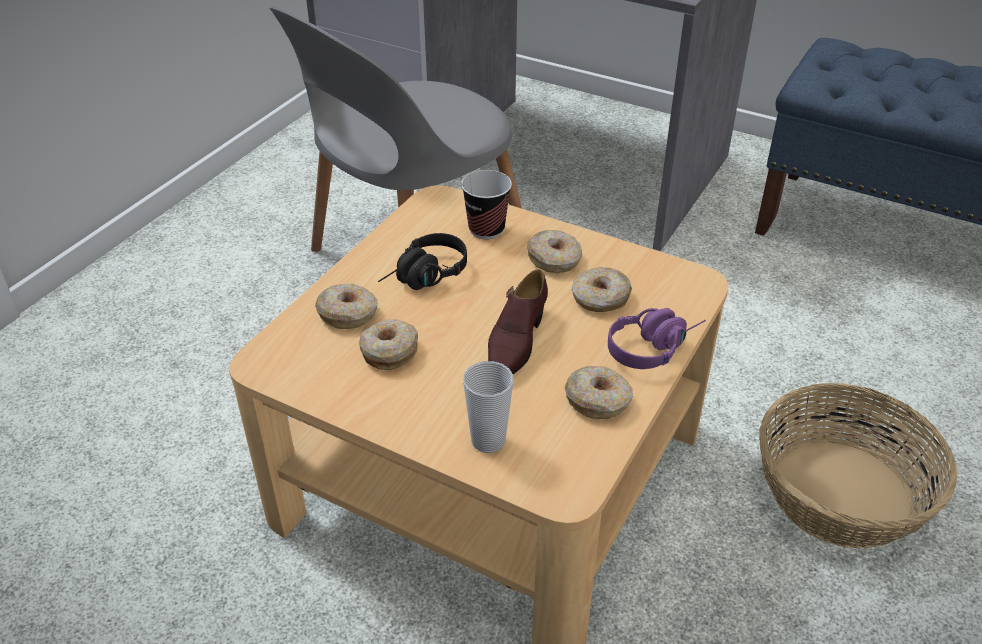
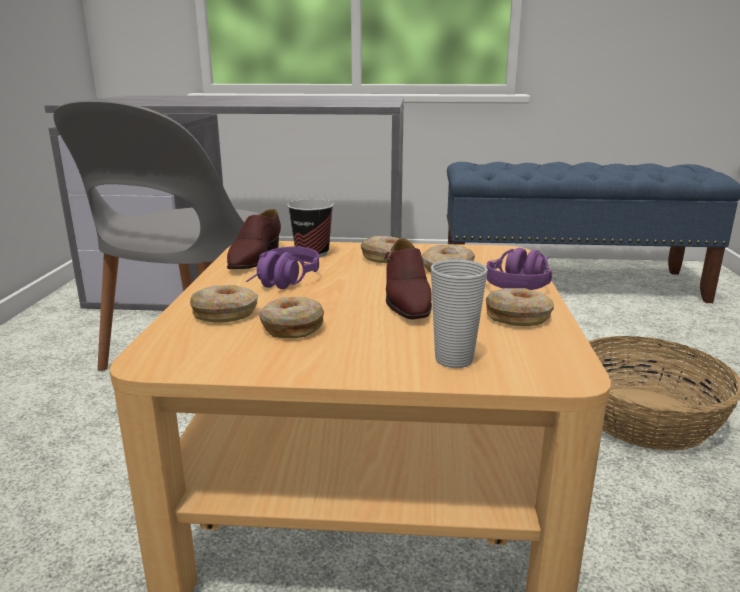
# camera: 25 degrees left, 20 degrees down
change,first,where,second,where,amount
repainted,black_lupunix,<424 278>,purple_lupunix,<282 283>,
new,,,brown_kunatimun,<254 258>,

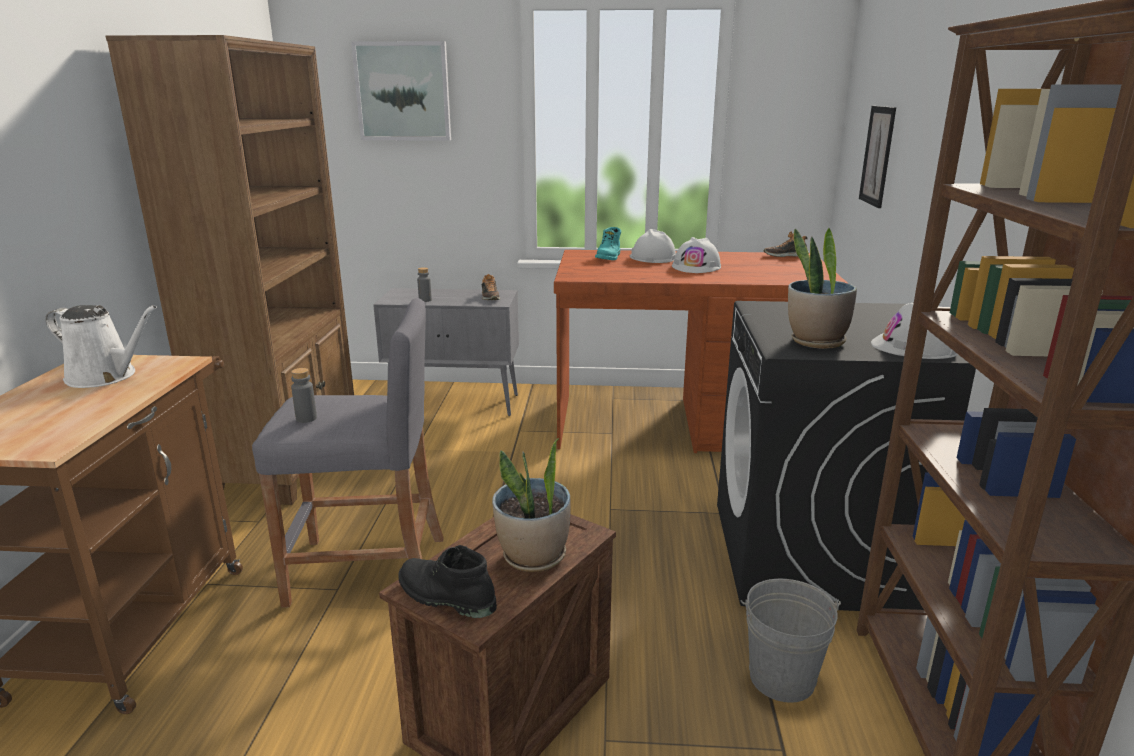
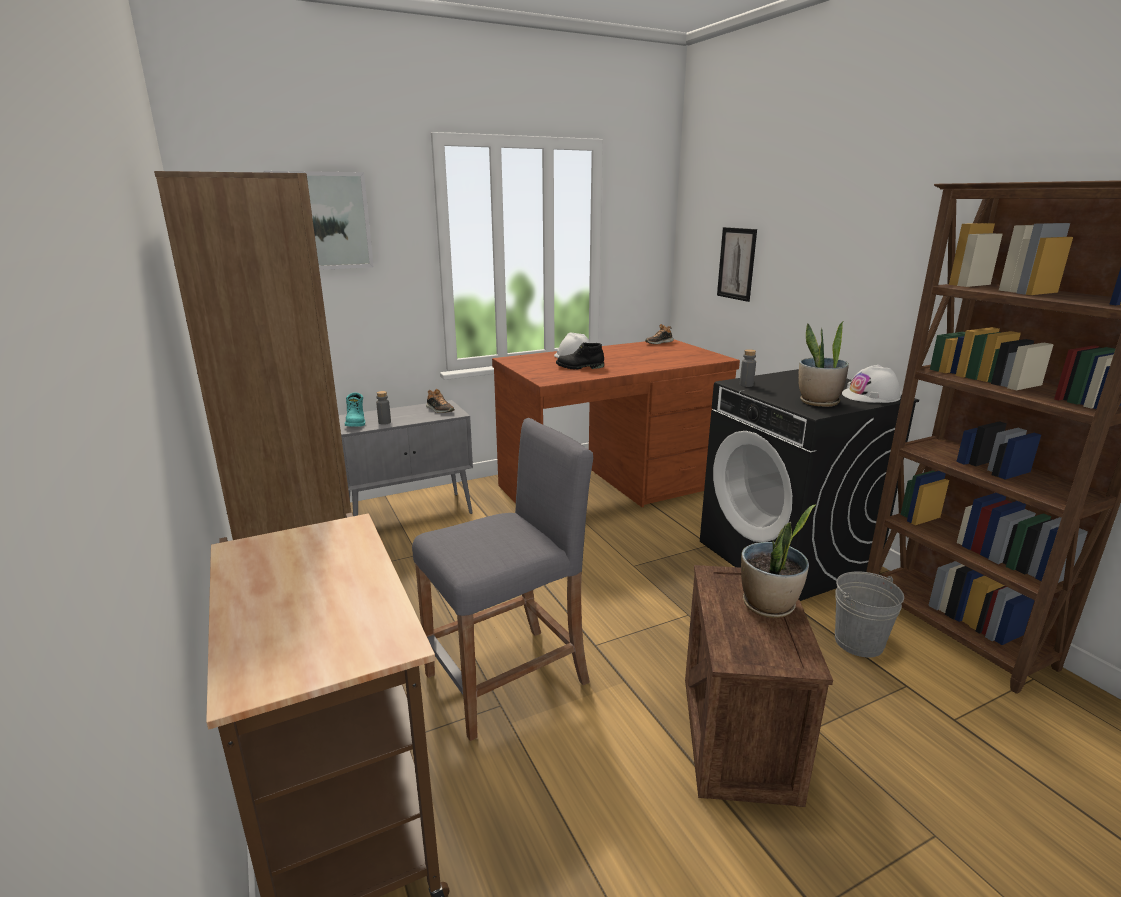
# camera: 30 degrees left, 0 degrees up
change,first,where,second,where,amount
gone,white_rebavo,<106 377>,,,
shifted,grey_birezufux,<306 418>,,<746 385>,
shifted,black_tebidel,<445 597>,,<580 367>,
shifted,turquoise_tebidel,<609 257>,,<356 422>,
gone,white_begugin,<696 267>,,,

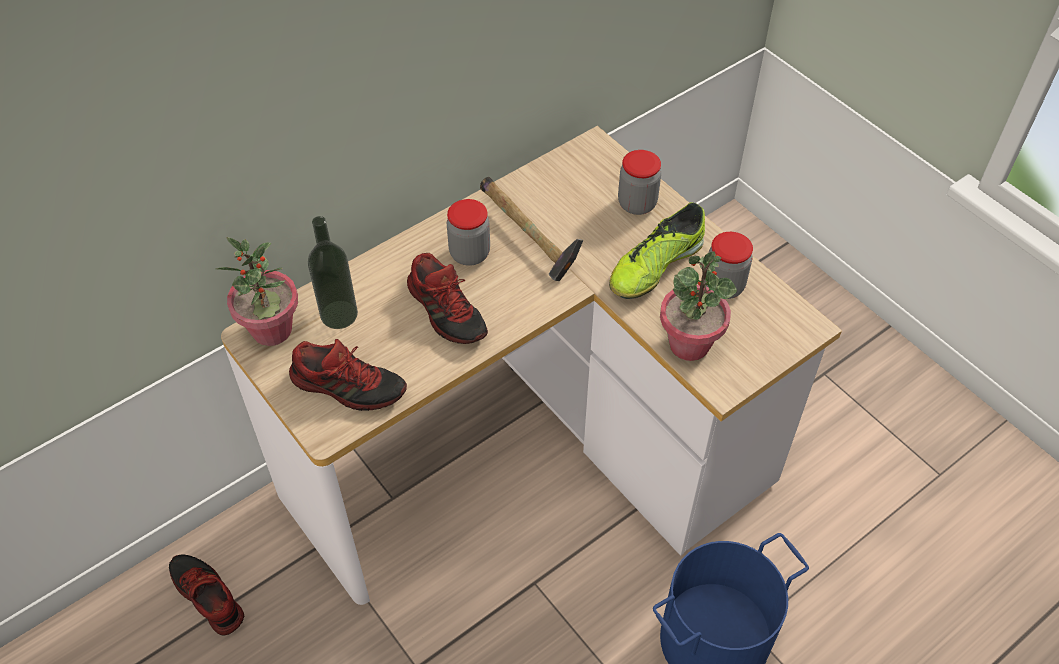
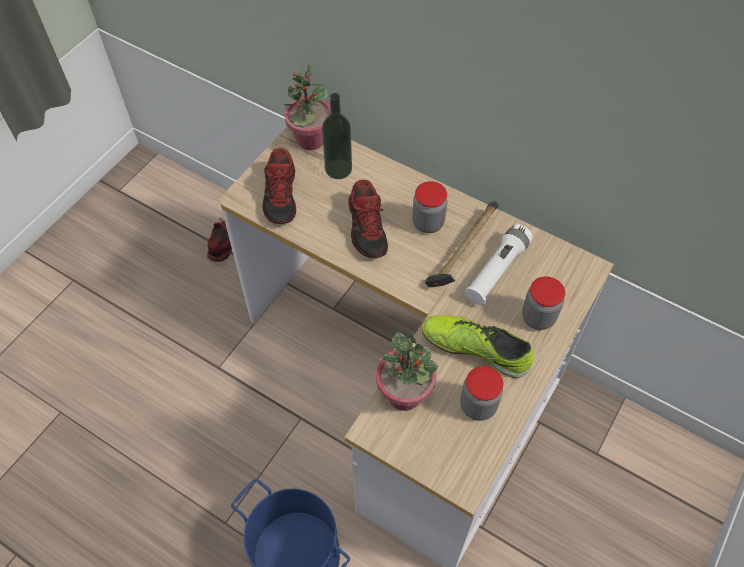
# camera: 70 degrees right, 5 degrees up
change,first,where,second,where,amount
rotated,kunatimun,<448 311>,,<368 228>,45 degrees counterclockwise
new,,,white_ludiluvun,<496 271>,

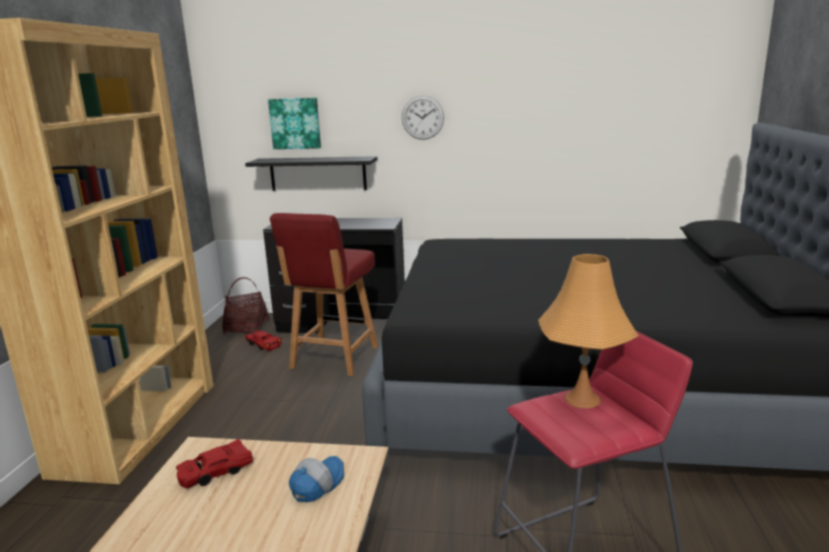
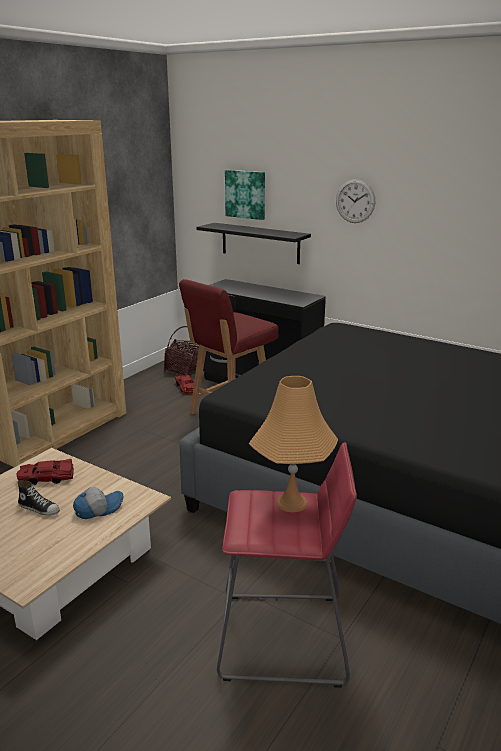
# camera: 25 degrees right, 5 degrees up
change,first,where,second,where,amount
new,,,kunatimun,<39 508>,

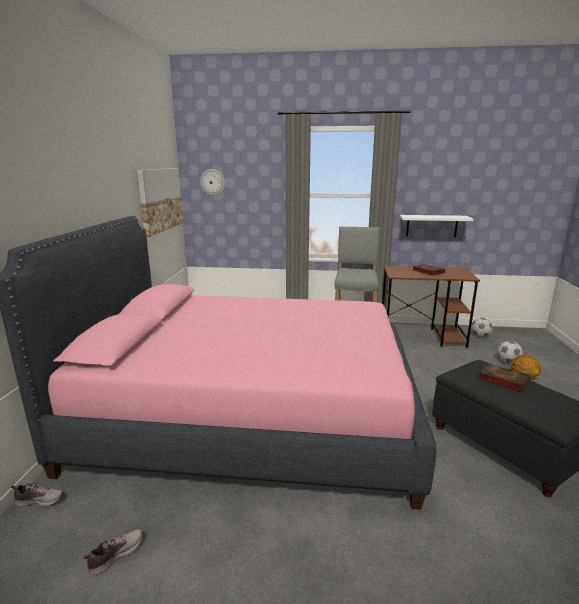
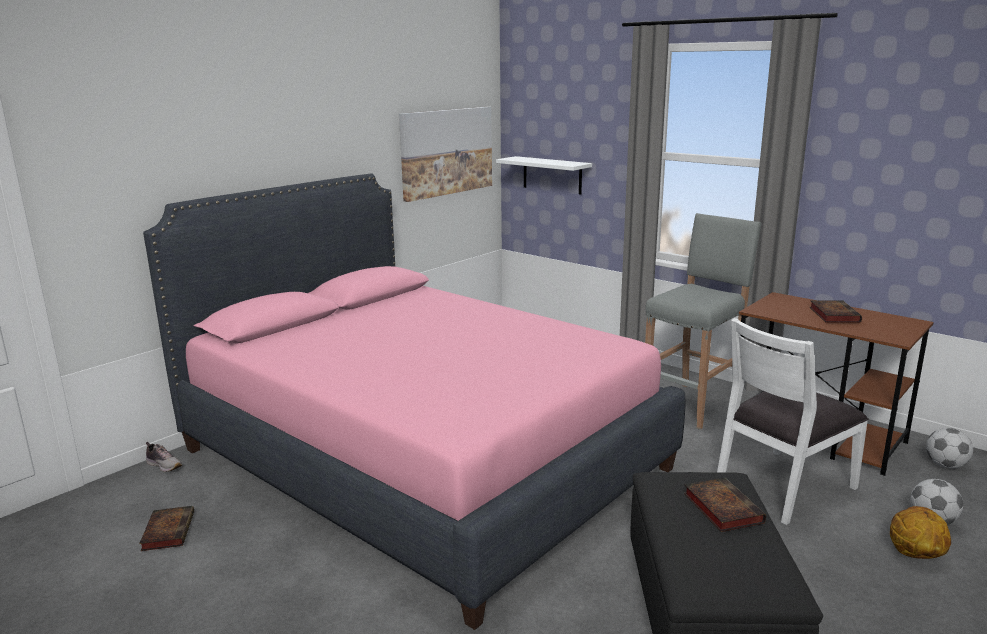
# camera: 35 degrees right, 0 degrees up
change,first,where,second,where,amount
swapped,kunatimun,<115 555>,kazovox,<168 531>,
gone,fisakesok,<212 182>,,,
shifted,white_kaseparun,<431 225>,,<552 175>,
new,,,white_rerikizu,<782 486>,

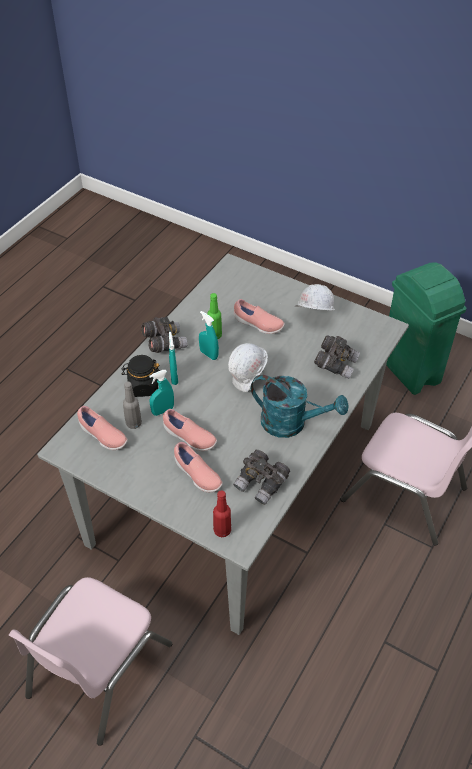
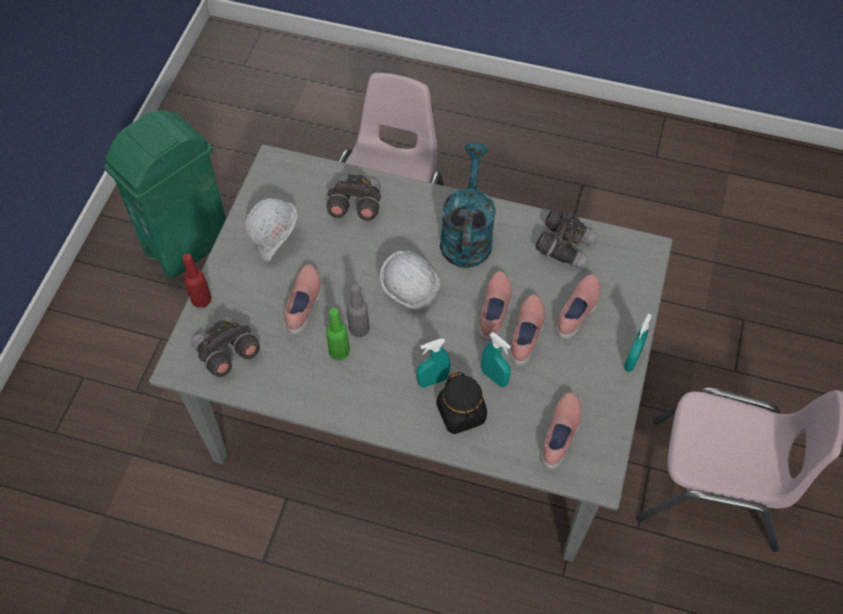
# camera: 105 degrees left, 10 degrees up
change,first,where,second,where,amount
shifted,grey_birezufux,<133 423>,,<359 329>,
shifted,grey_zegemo,<164 343>,,<227 354>,
shifted,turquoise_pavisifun,<209 354>,,<632 360>,
shifted,red_birezufux,<222 530>,,<201 300>,
new,,,pink_kunatimun,<495 311>,

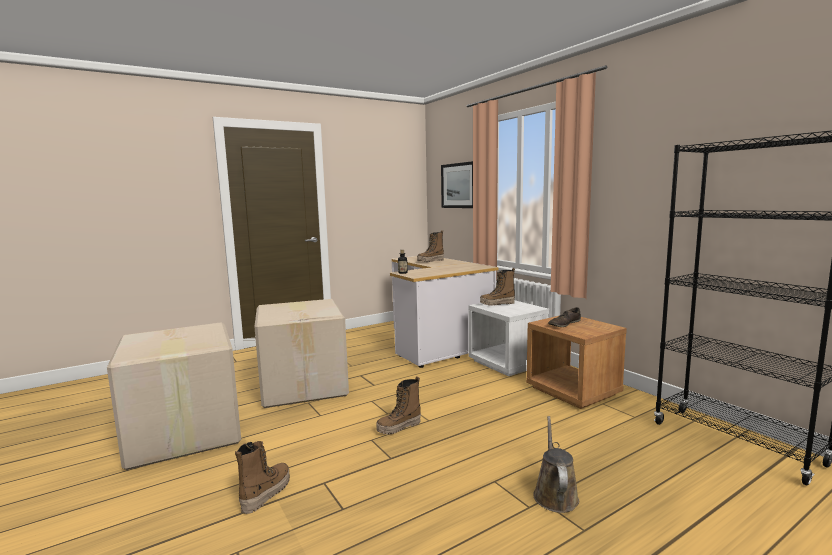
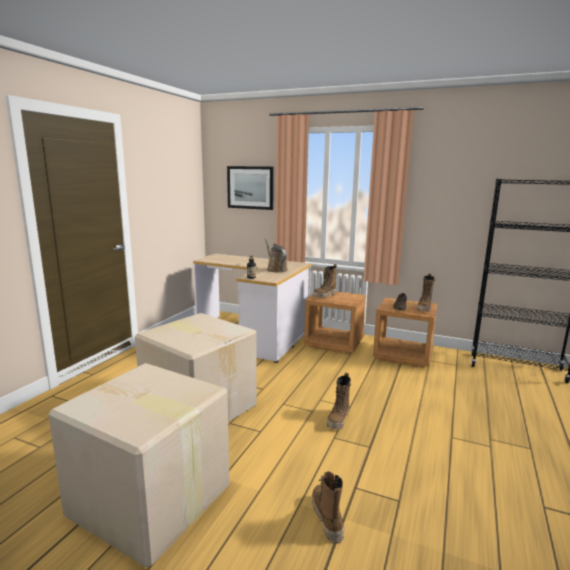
# camera: 35 degrees left, 5 degrees up
change,first,where,second,where,amount
shifted,tebidel,<430 261>,,<424 308>,
repainted,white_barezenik,<507 363>,brown_barezenik,<334 343>,
shifted,brown_rebavo,<555 494>,,<276 269>,

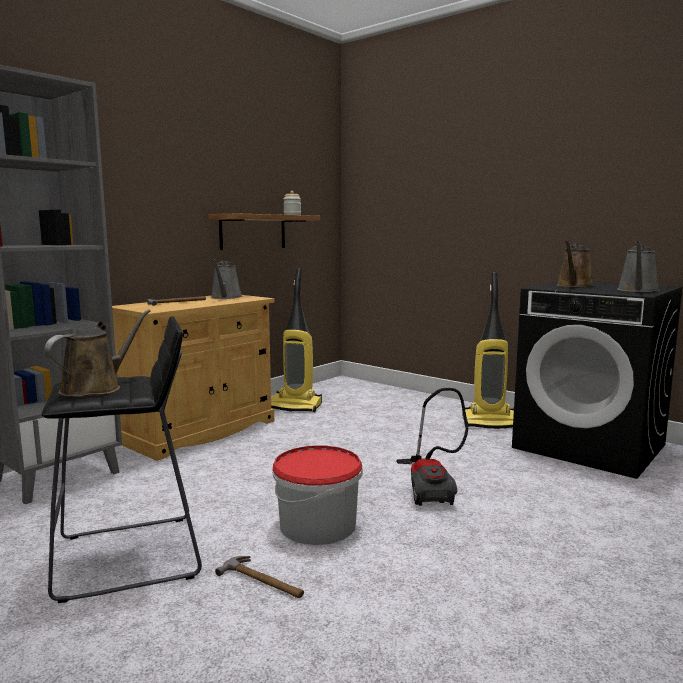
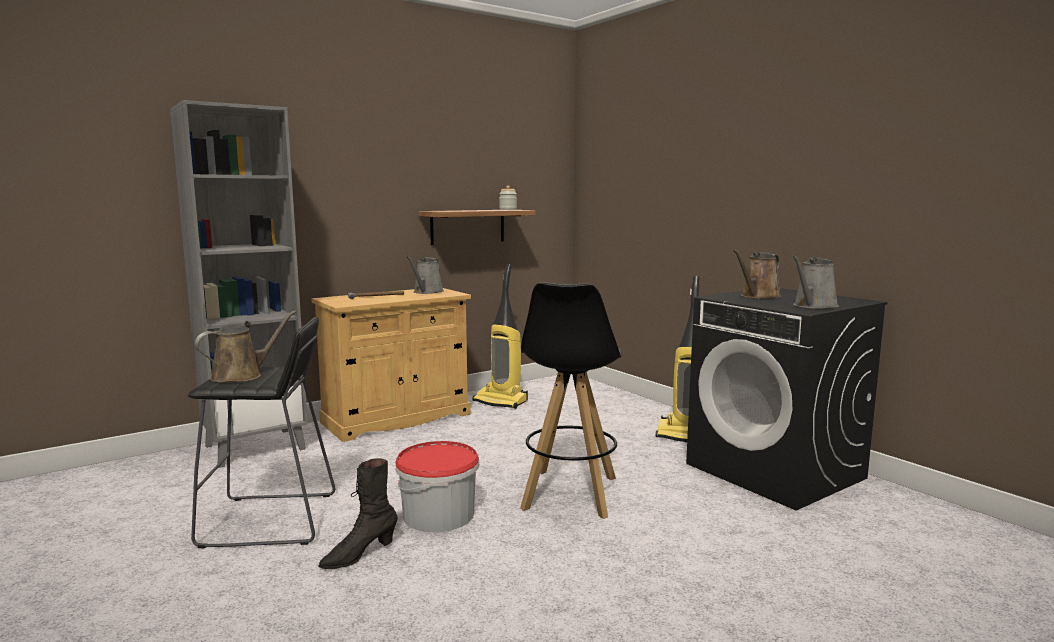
# camera: 15 degrees right, 0 degrees up
change,first,where,second,where,amount
swapped,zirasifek,<263 581>,black_tebidel,<359 555>,
swapped,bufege,<431 487>,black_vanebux,<569 493>,

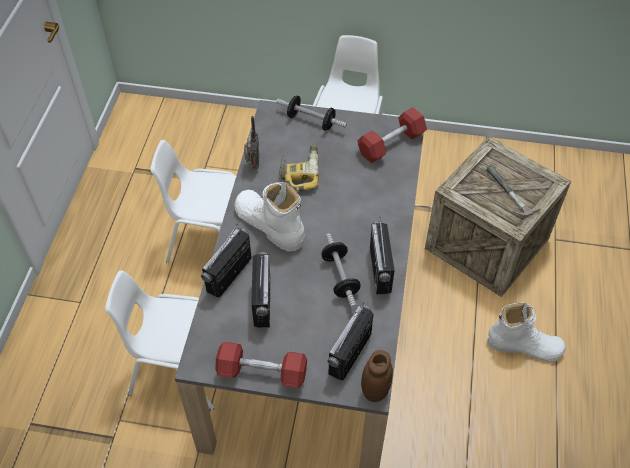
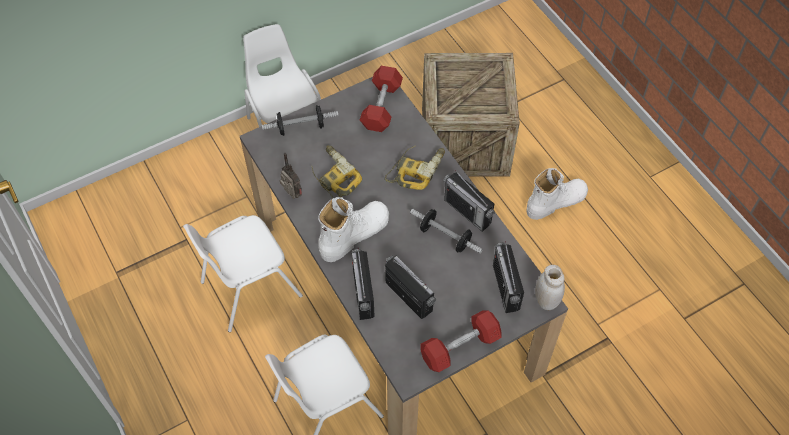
# camera: 40 degrees left, 5 degrees up
change,first,where,second,where,amount
rotated,white_tebidel,<269 225>,,<354 234>,135 degrees clockwise
repainted,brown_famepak,<375 390>,white_famepak,<546 300>,
gone,zirasifek,<506 194>,,,
new,,,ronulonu,<416 169>,

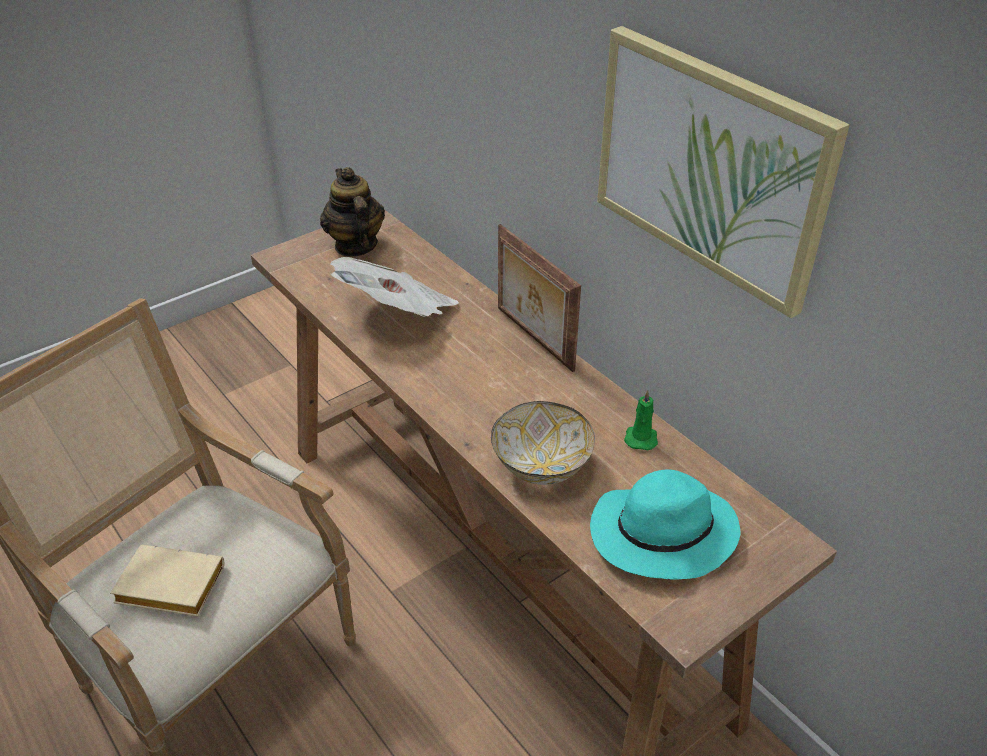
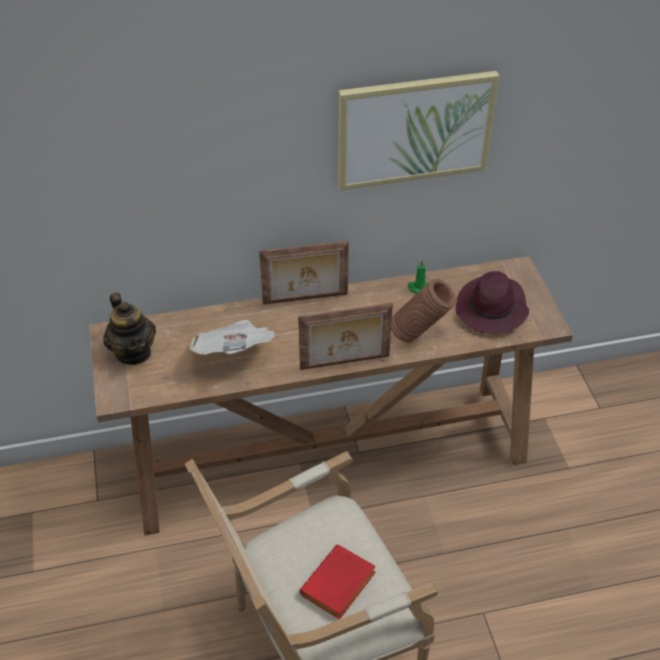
# camera: 65 degrees left, 5 degrees up
change,first,where,second,where,amount
repainted,beige_kazovox,<167 588>,red_kazovox,<338 587>,
rotated,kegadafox,<355 245>,,<133 352>,120 degrees counterclockwise
swapped,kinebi,<541 468>,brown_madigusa,<419 335>,
repainted,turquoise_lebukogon,<660 535>,purple_lebukogon,<491 309>,
new,,,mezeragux,<345 363>,

